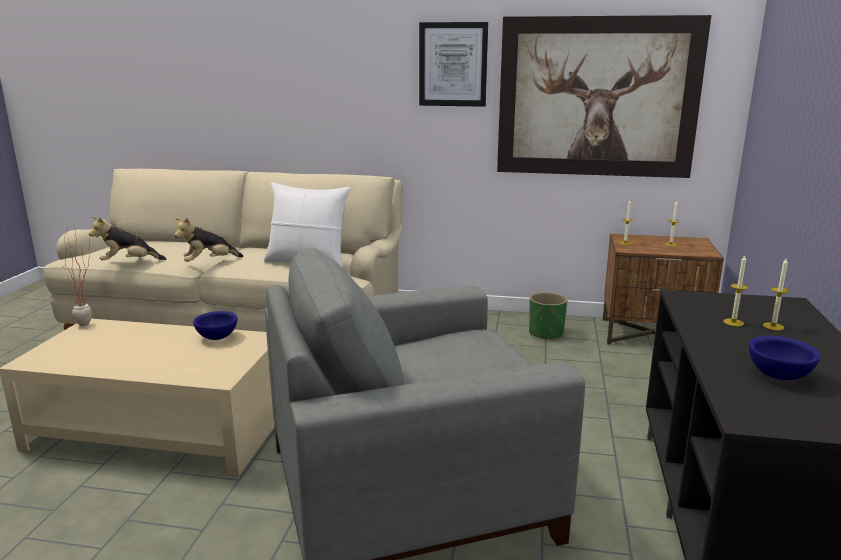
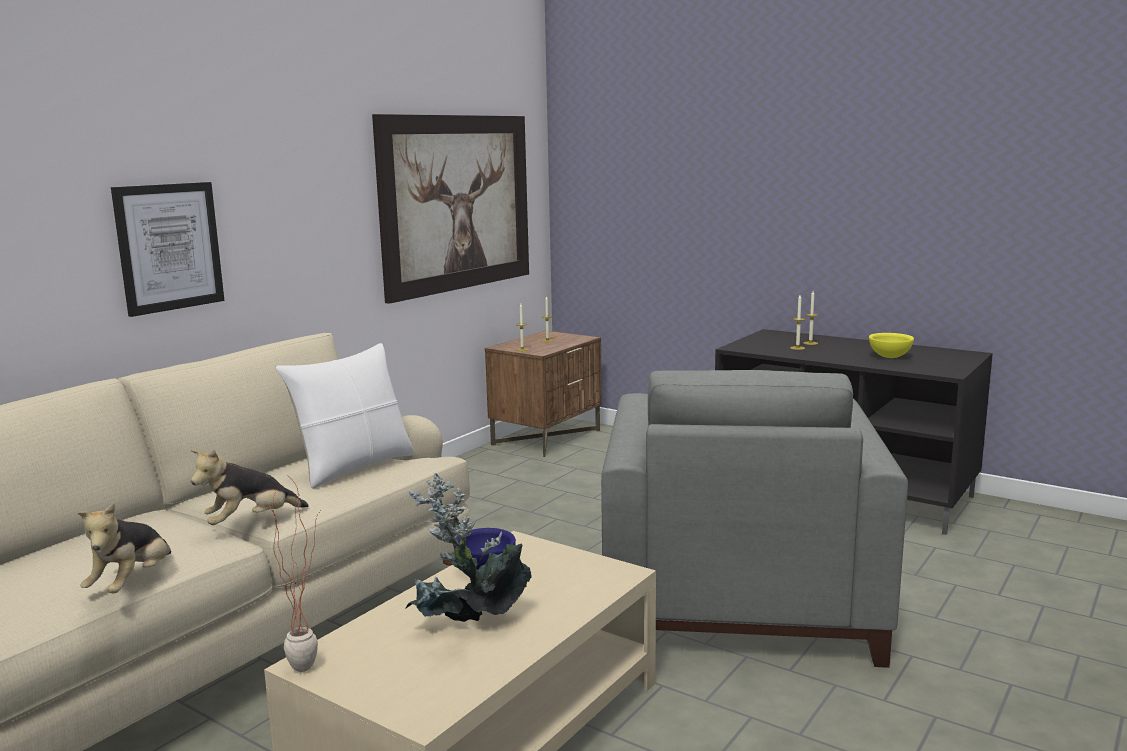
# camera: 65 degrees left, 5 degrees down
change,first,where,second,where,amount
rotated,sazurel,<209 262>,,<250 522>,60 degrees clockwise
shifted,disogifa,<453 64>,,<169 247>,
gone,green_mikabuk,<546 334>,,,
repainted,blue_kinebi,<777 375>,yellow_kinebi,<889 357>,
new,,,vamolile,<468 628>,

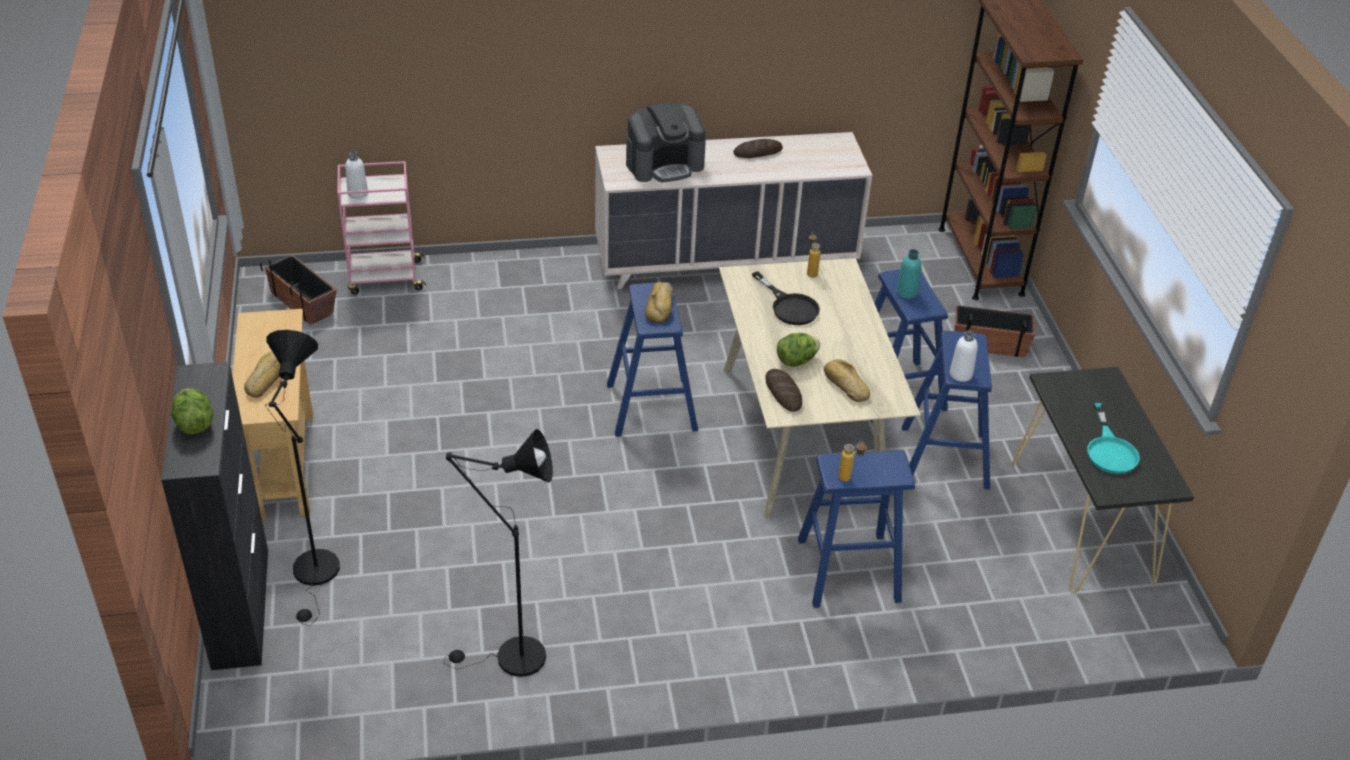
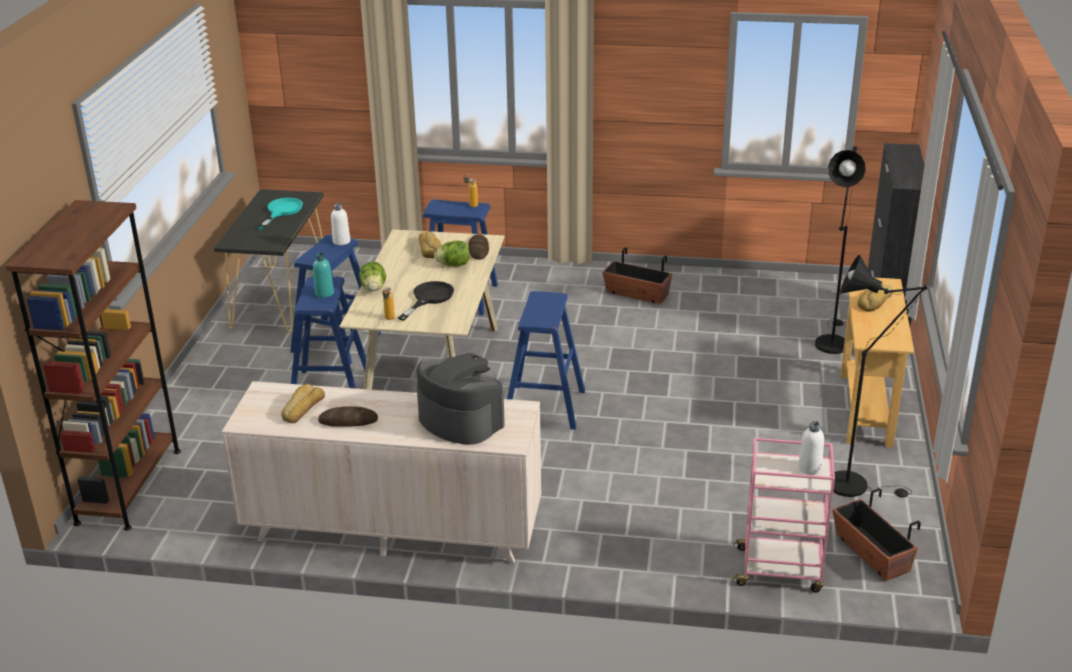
# camera: 160 degrees left, 10 degrees down
change,first,where,second,where,amount
shifted,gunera,<194 424>,,<373 288>,
shifted,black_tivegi,<511 658>,,<855 485>,
rotated,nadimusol,<664 164>,,<460 420>,45 degrees clockwise
shifted,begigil,<660 306>,,<302 408>,
rotated,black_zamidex,<789 306>,,<429 298>,45 degrees clockwise
shifted,mikabuk,<989 344>,,<637 294>,

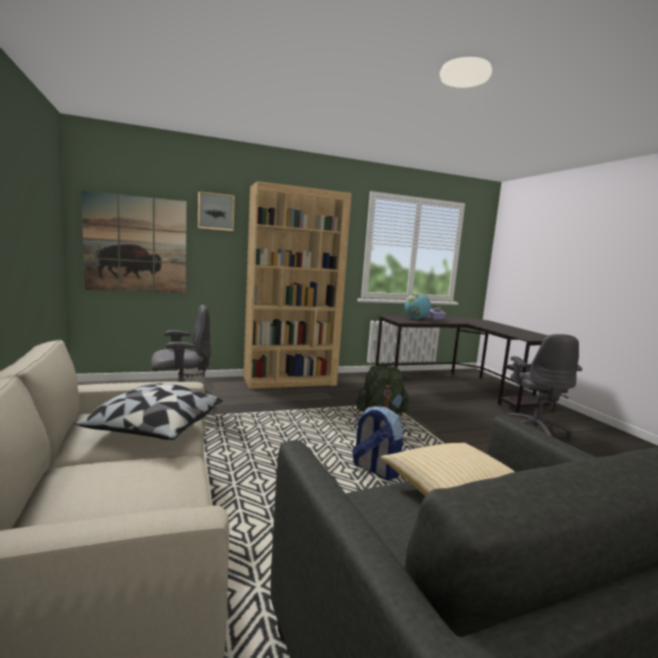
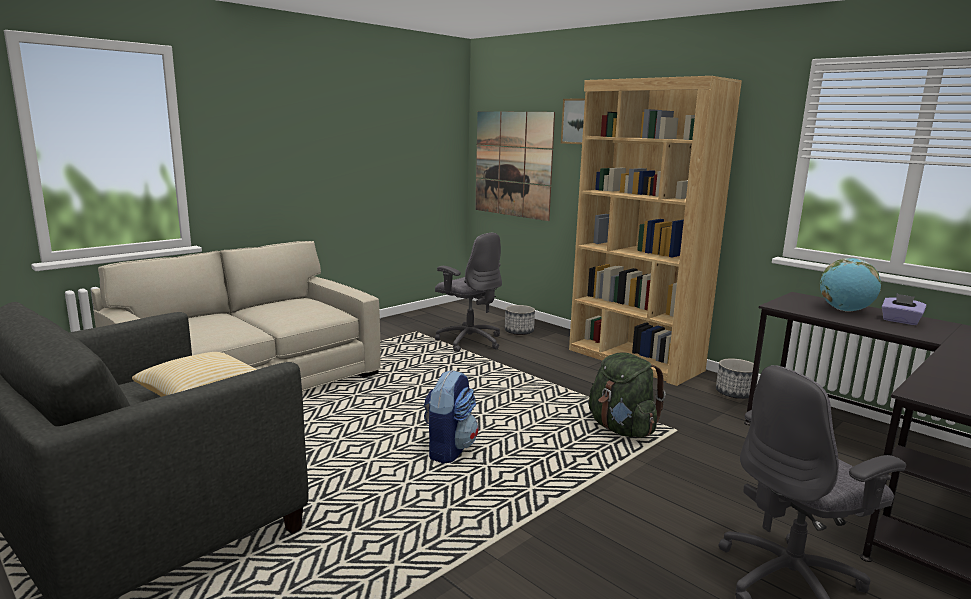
# camera: 65 degrees right, 5 degrees up
change,first,where,second,where,amount
gone,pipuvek,<155 429>,,,
new,,,mikabuk,<735 393>,

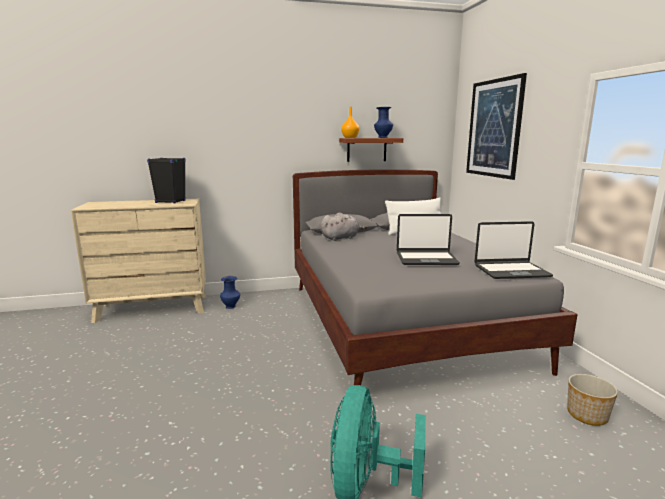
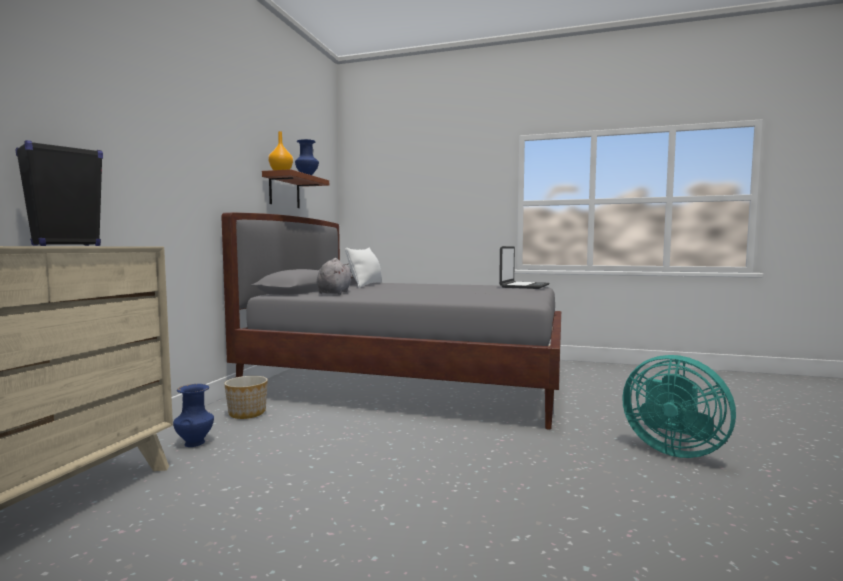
# camera: 60 degrees left, 10 degrees down
change,first,where,second,where,amount
gone,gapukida,<426 259>,,,
gone,disogifa,<494 128>,,,
shifted,mikabuk,<587 414>,,<247 413>,

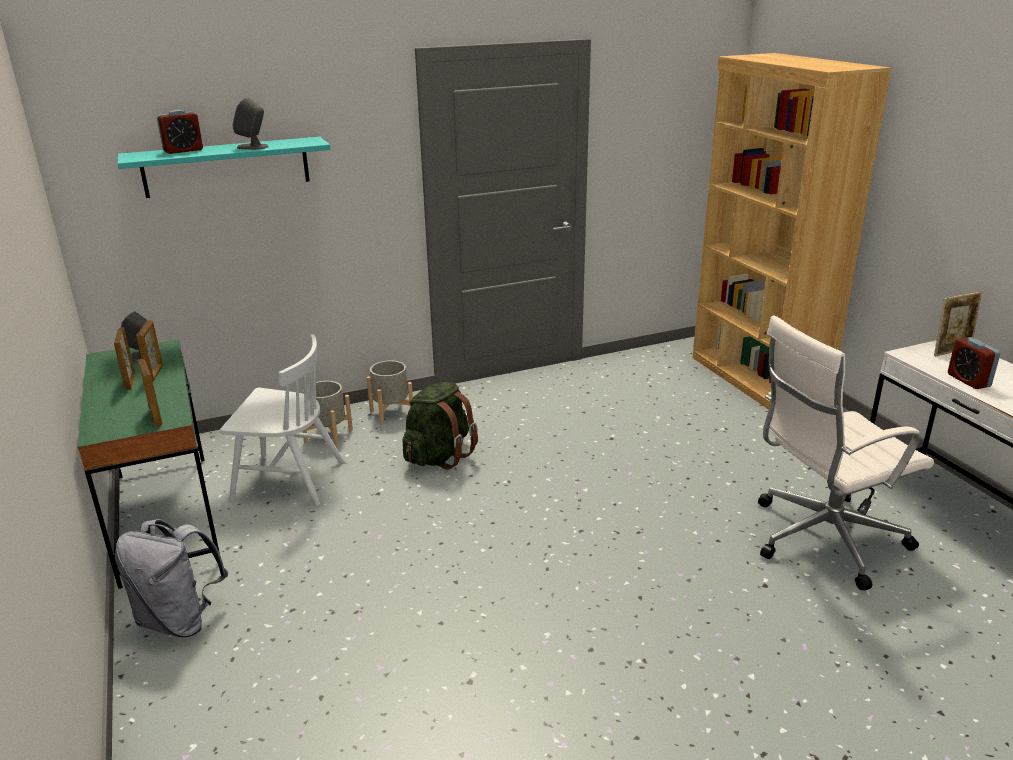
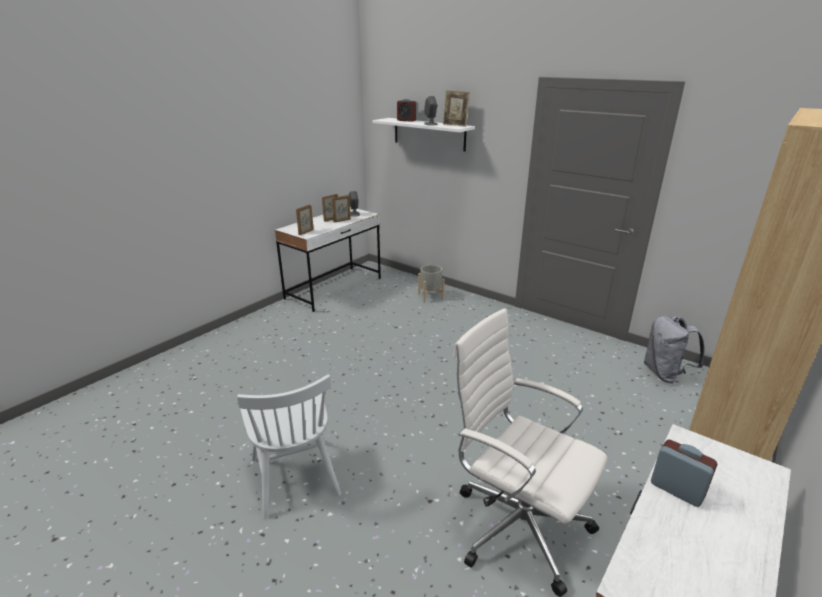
# camera: 60 degrees right, 0 degrees up
change,first,where,second,where,amount
repainted,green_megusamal,<166 516>,white_megusamal,<334 288>,
shifted,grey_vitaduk,<180 620>,,<665 374>,
repainted,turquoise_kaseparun,<226 167>,white_kaseparun,<429 134>,
shifted,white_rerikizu,<288 480>,,<295 475>,
gone,grey_mikabuk,<391 413>,,,
gone,green_vitaduk,<439 456>,,,
shifted,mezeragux,<951 351>,,<455 125>,
rotated,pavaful,<968 380>,,<677 489>,90 degrees clockwise

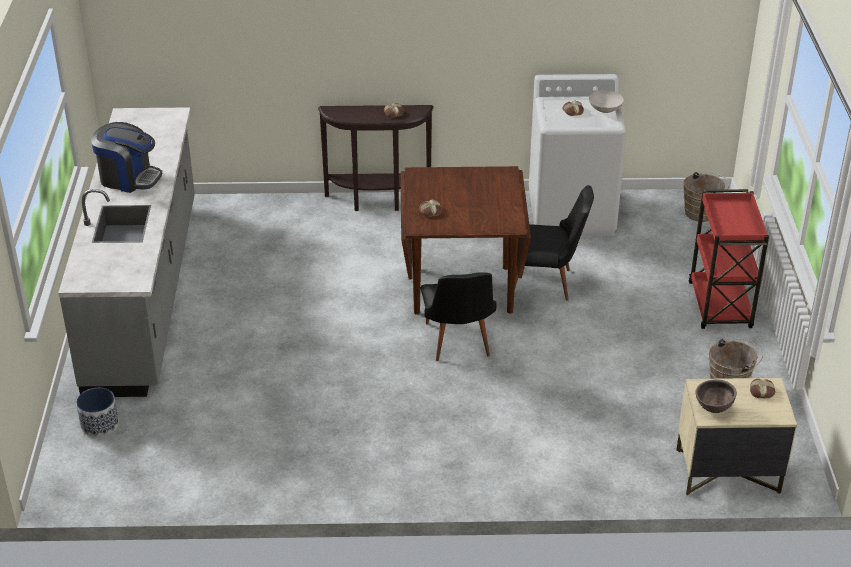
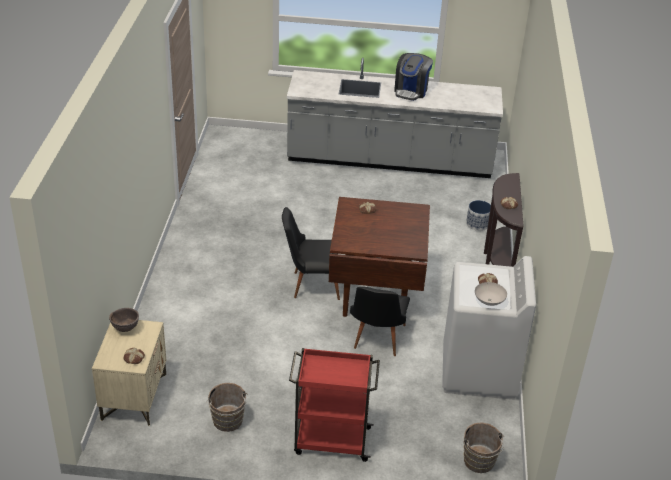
# camera: 95 degrees right, 0 degrees up
change,first,where,second,where,amount
shifted,mikabuk,<99 425>,,<477 224>,

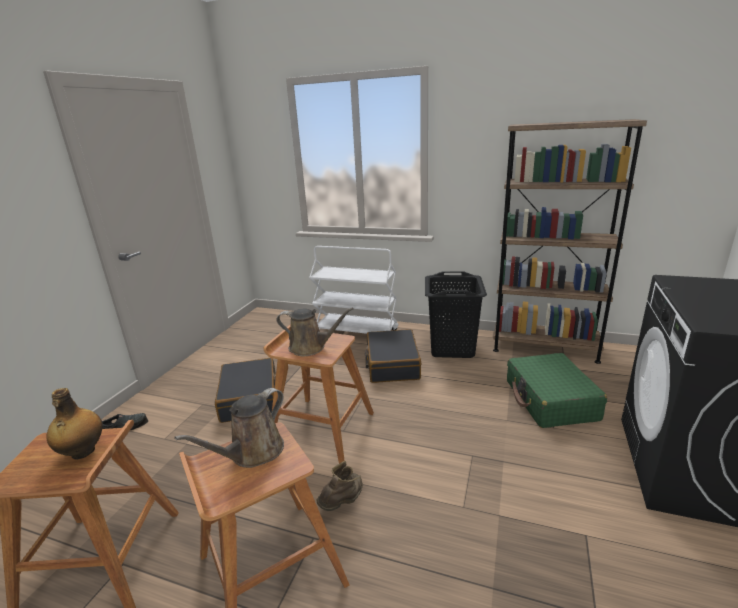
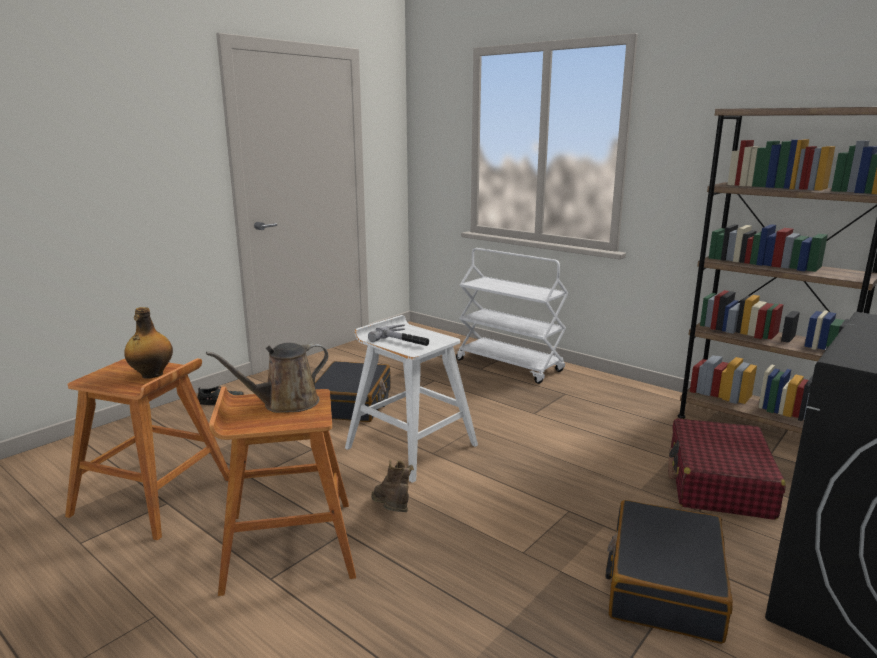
# camera: 20 degrees right, 5 degrees down
change,first,where,second,where,amount
repainted,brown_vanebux,<321 428>,white_vanebux,<410 446>,
swapped,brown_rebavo,<310 347>,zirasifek,<405 340>,
rotated,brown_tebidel,<343 502>,,<392 513>,75 degrees counterclockwise
shifted,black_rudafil,<392 364>,,<664 584>,
gone,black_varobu,<451 348>,,,
repainted,green_rudafil,<550 400>,red_rudafil,<718 483>,

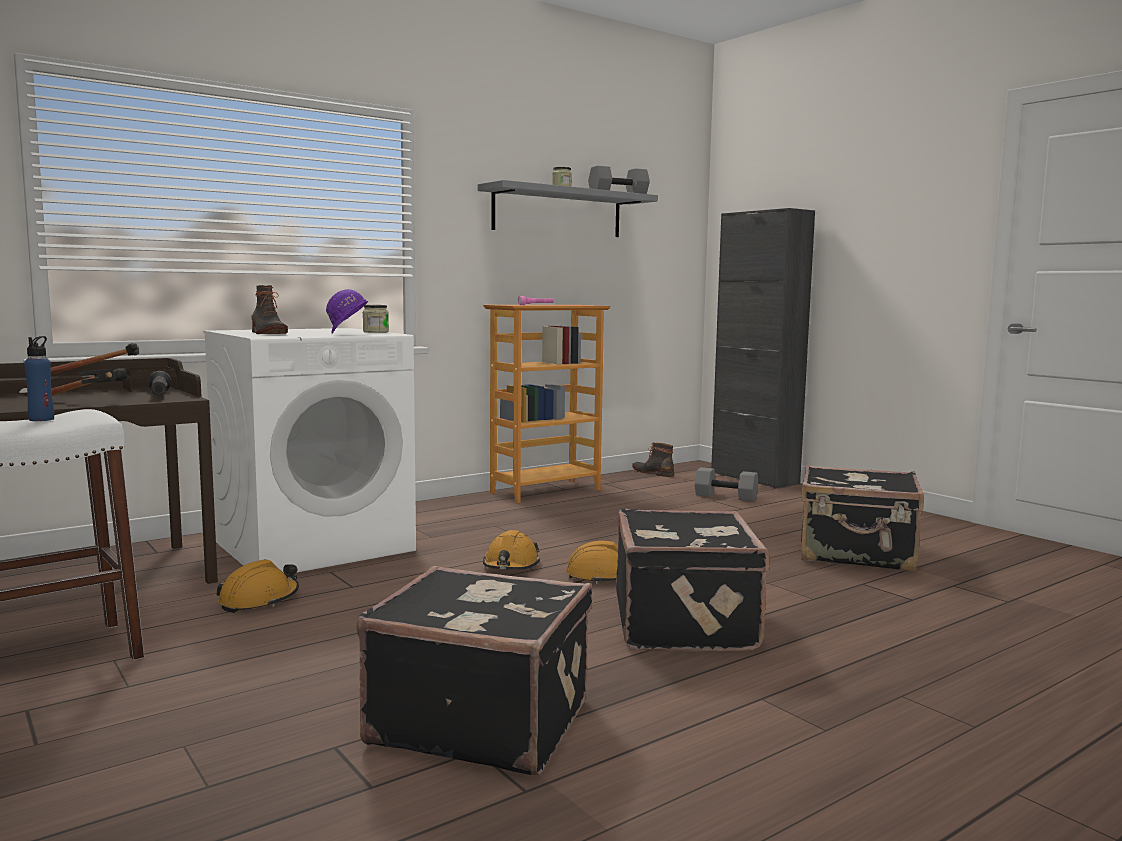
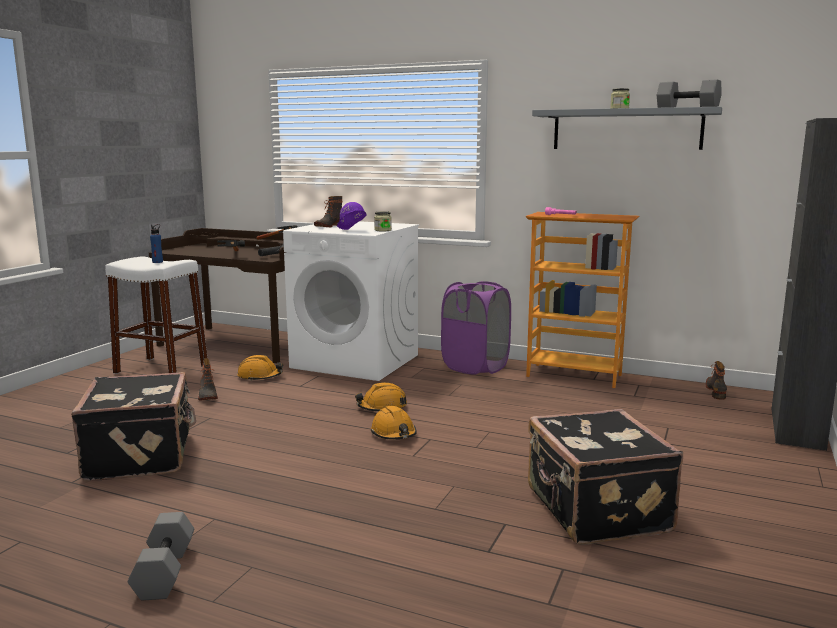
# camera: 60 degrees right, 5 degrees up
change,first,where,second,where,amount
gone,black_rudafil,<687 623>,,,
shifted,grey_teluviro,<726 496>,,<166 572>,
new,,,tebidel,<207 395>,
new,,,purple_varobu,<475 367>,

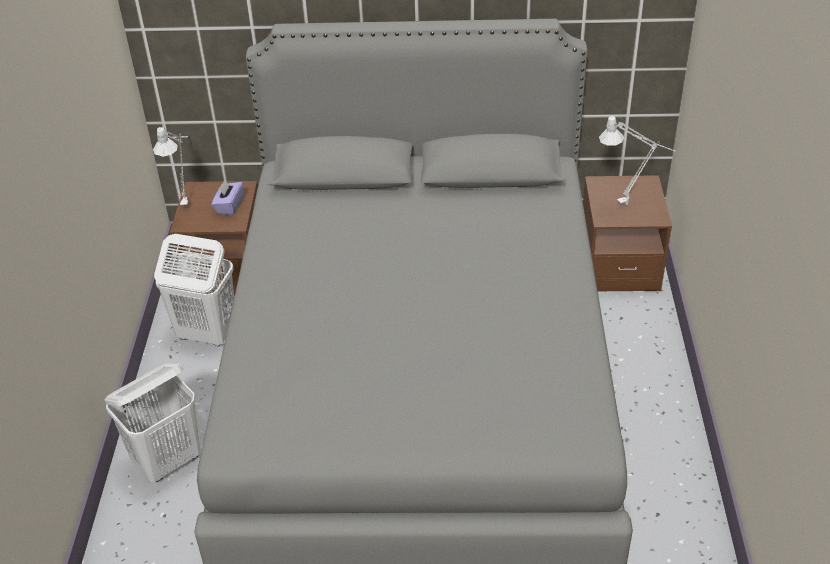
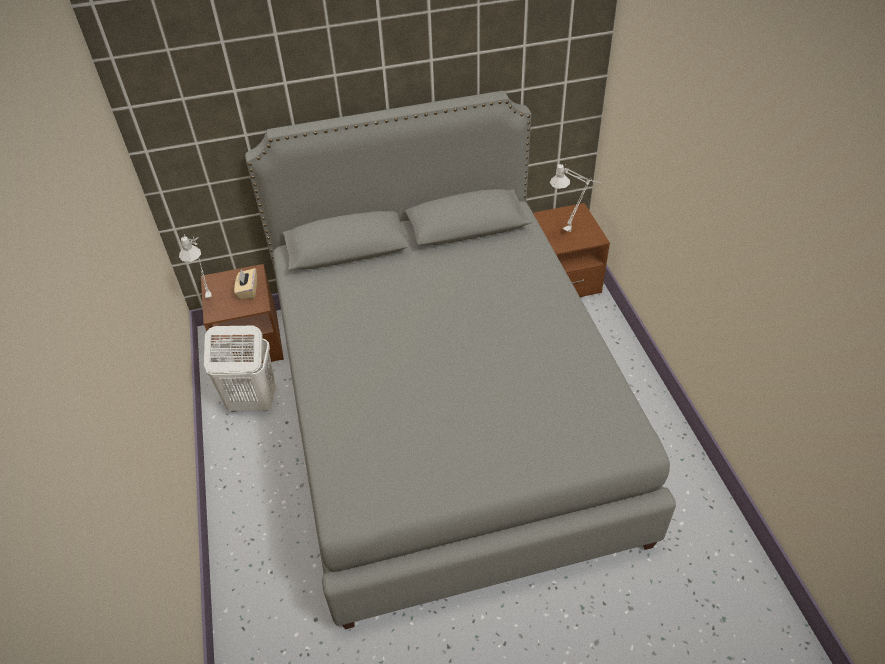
# camera: 15 degrees left, 5 degrees up
change,first,where,second,where,amount
gone,white_varobu,<168 461>,,,
repainted,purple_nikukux,<229 206>,beige_nikukux,<248 291>,

